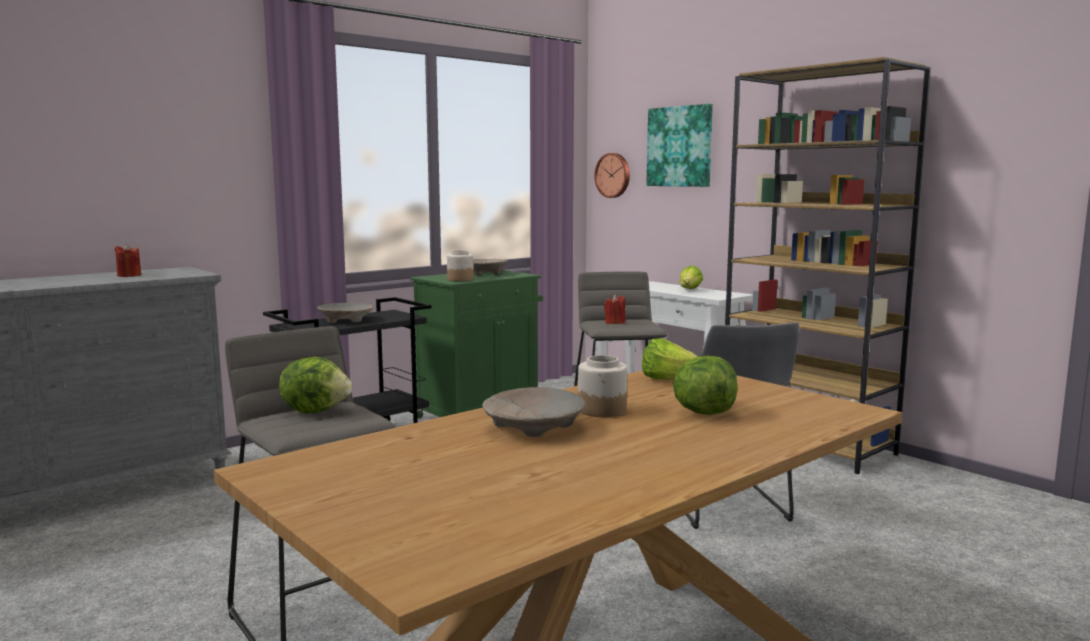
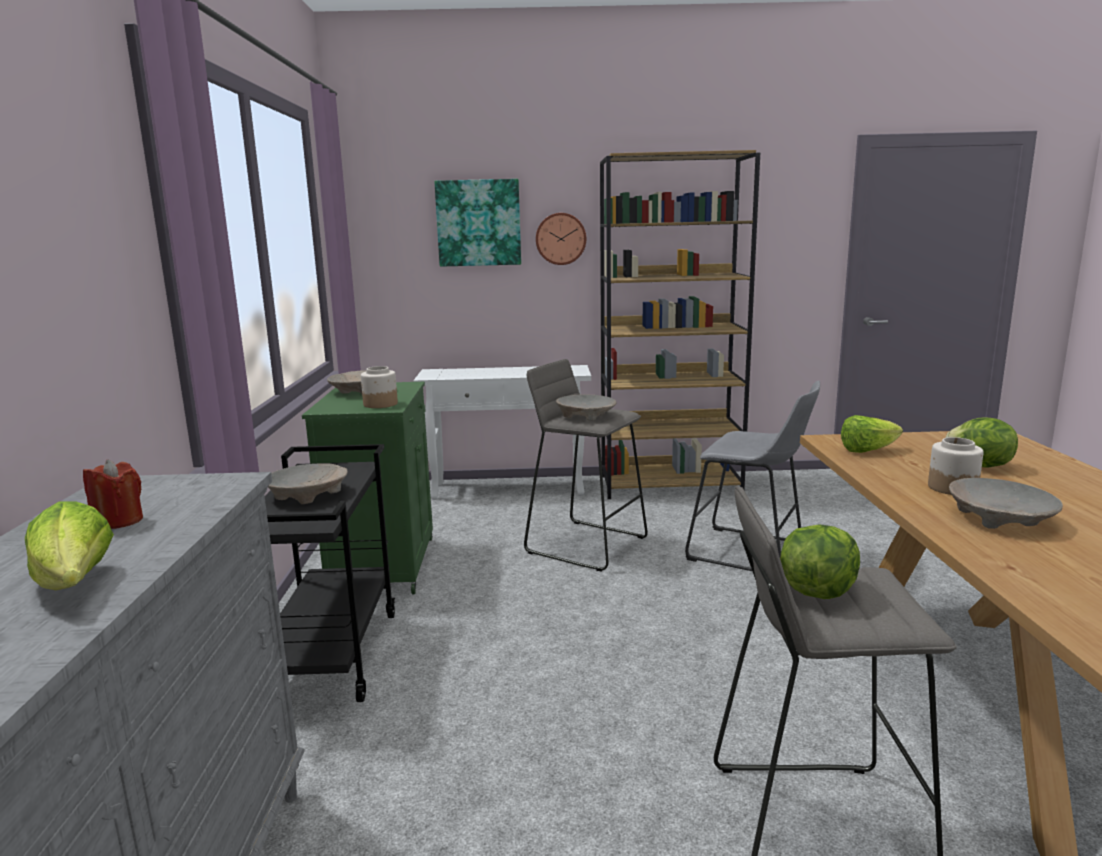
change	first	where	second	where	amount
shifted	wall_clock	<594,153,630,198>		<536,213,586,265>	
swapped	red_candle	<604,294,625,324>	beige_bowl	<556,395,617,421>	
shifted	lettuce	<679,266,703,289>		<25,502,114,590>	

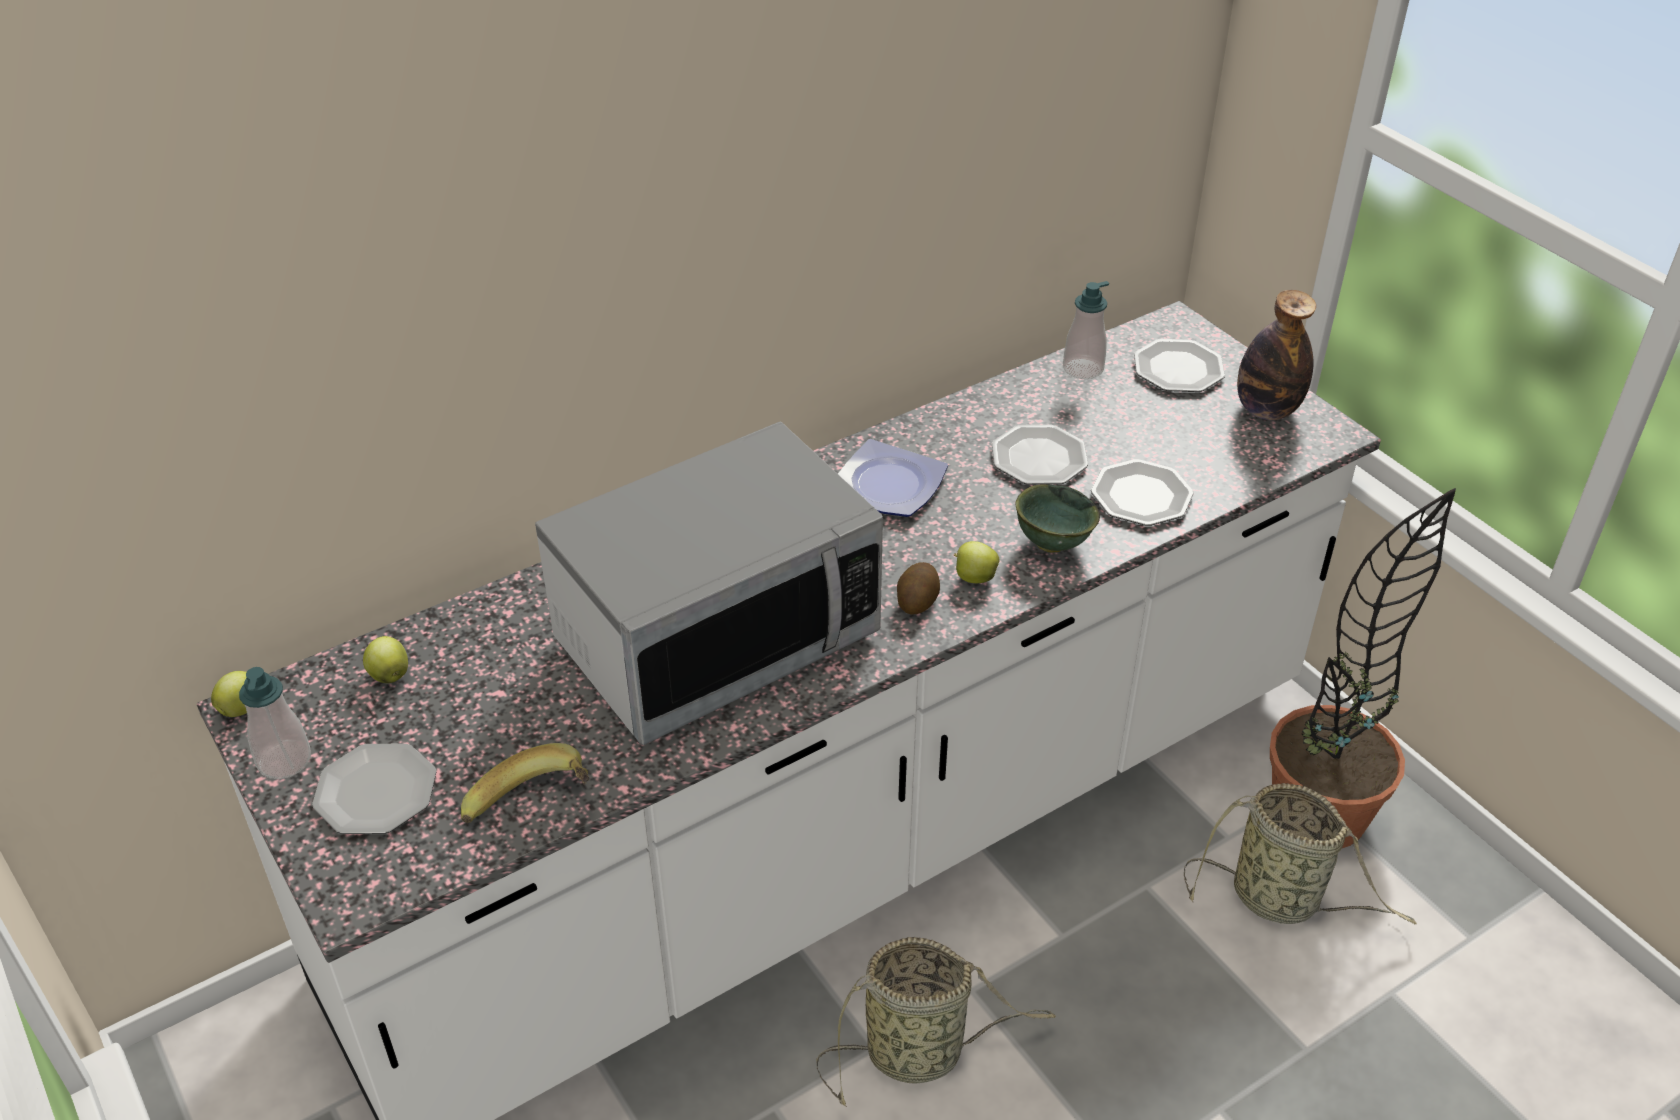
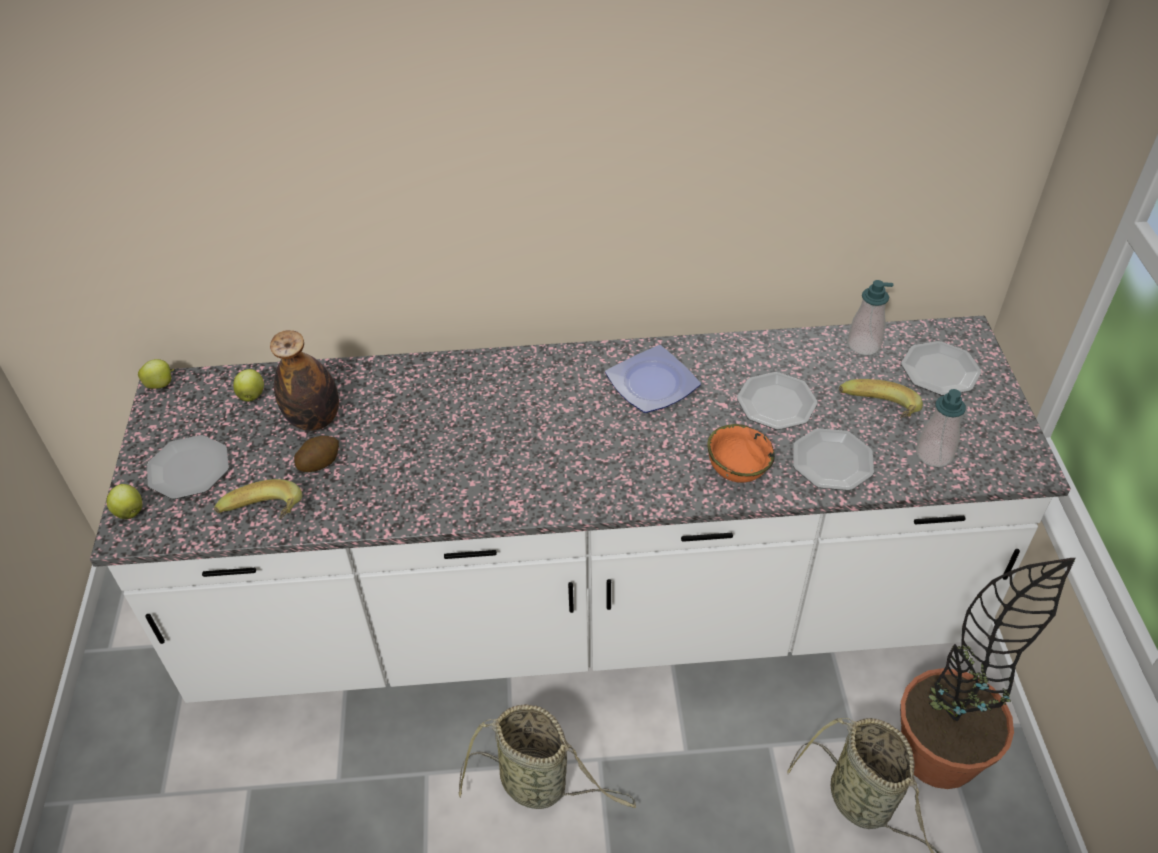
change	first	where	second	where	amount
shifted	soap_dispenser	<239,667,311,779>		<916,389,966,467>	
gone	microwave	<535,422,883,745>			
shifted	potato	<897,562,940,615>		<294,436,339,472>	
shifted	apple	<954,541,1000,583>		<107,484,142,519>	
repainted	green_bowl	<1015,484,1100,552>	orange_bowl	<707,424,775,483>	
shifted	bottle	<1237,290,1316,420>		<270,330,339,431>	
new			banana	<839,379,923,418>	

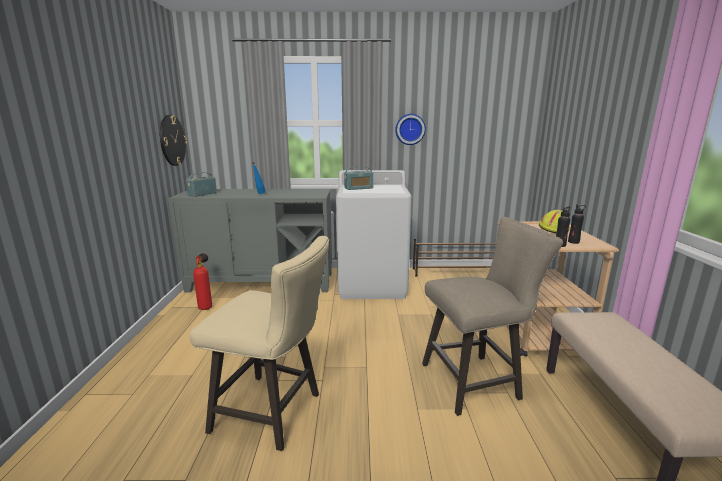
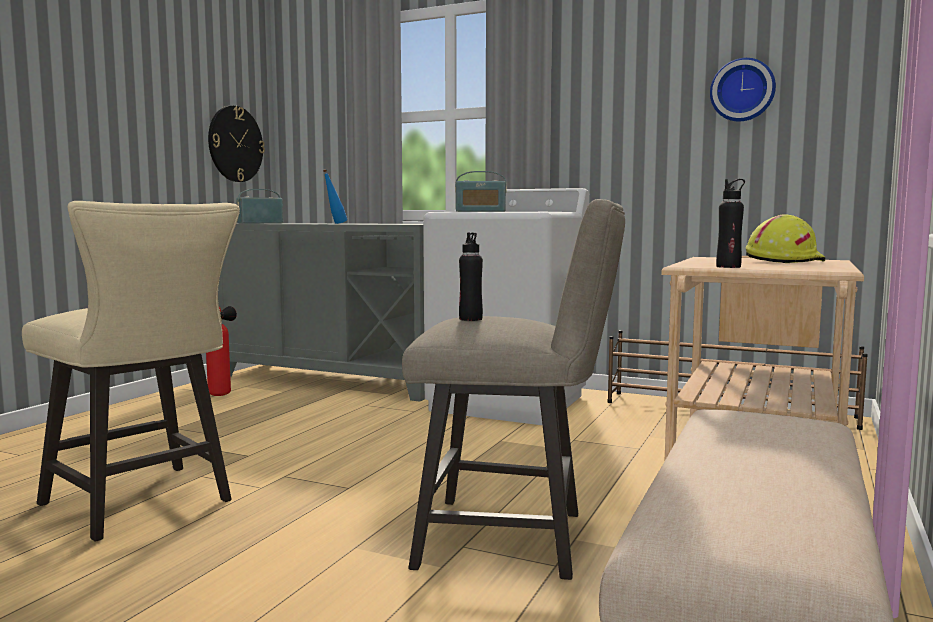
change	first	where	second	where	amount
shifted	wall_clock	<395,114,426,145>		<710,58,776,121>	
shifted	black_bottle	<568,204,586,244>		<459,232,483,321>	

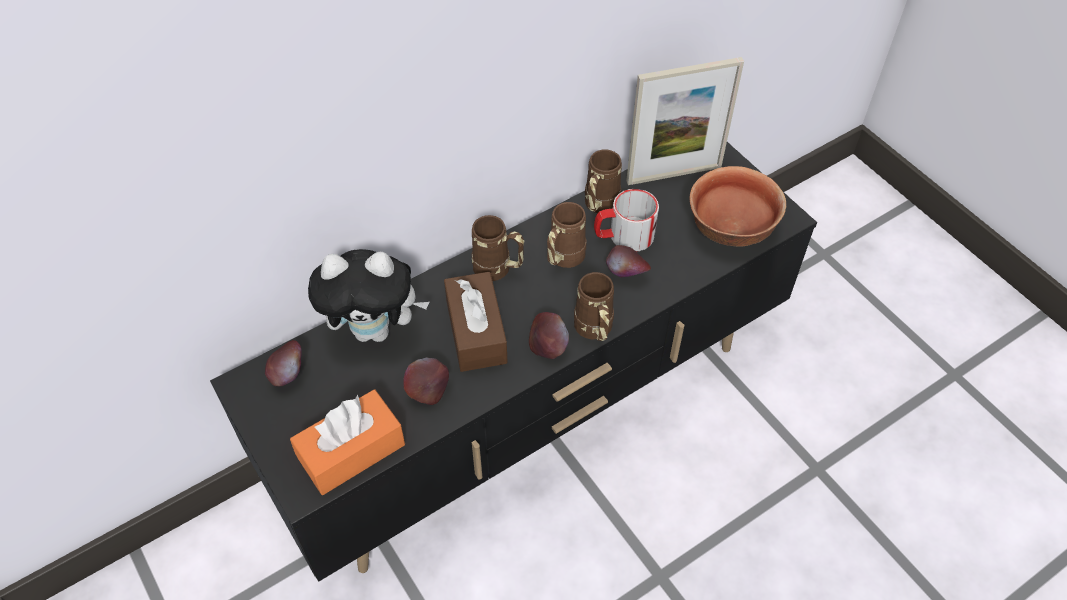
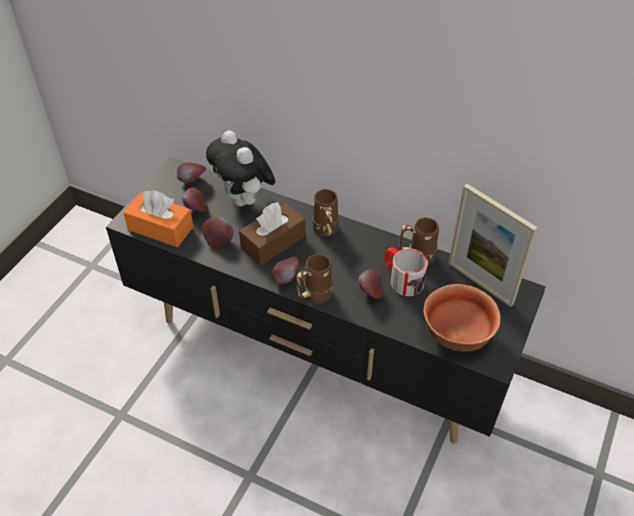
change	first	where	second	where	amount
gone	brown_mug	<547,202,586,268>			
new			apple	<182,187,209,212>	

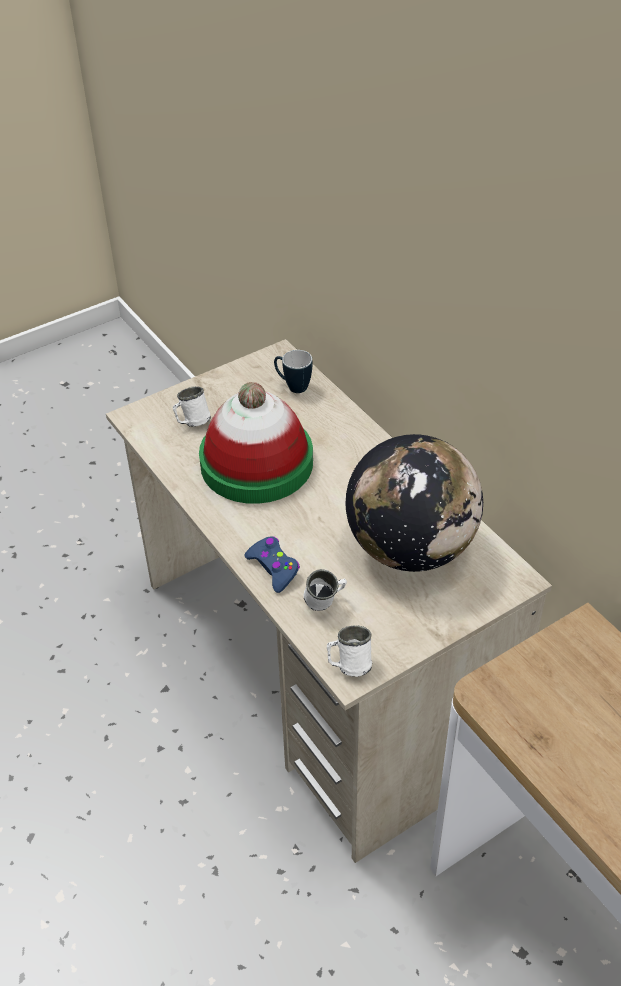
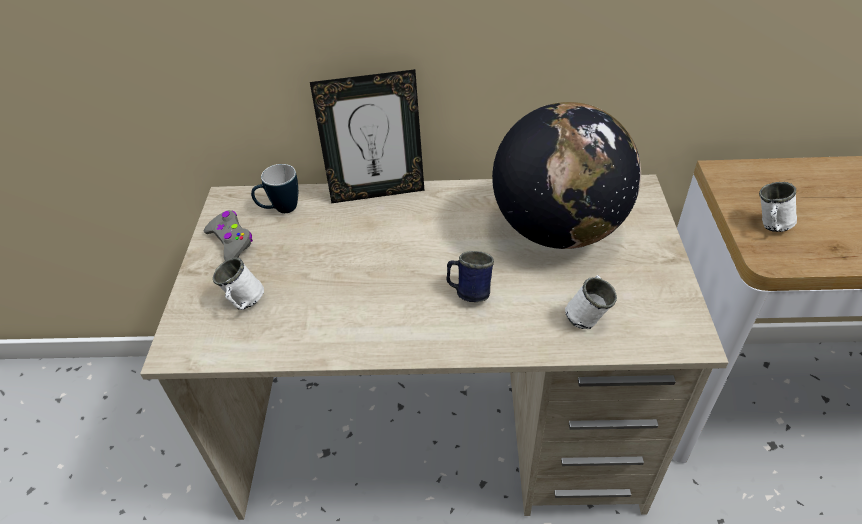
change	first	where	second	where	amount
gone	hat	<199,382,313,504>			
gone	blue_game_controller	<245,536,300,593>			
shifted	white_mug	<327,626,372,677>		<759,182,797,232>	
new			grey_game_controller	<204,210,253,261>	
new			picture_frame	<310,69,425,203>	
new			blue_mug	<446,251,494,302>	

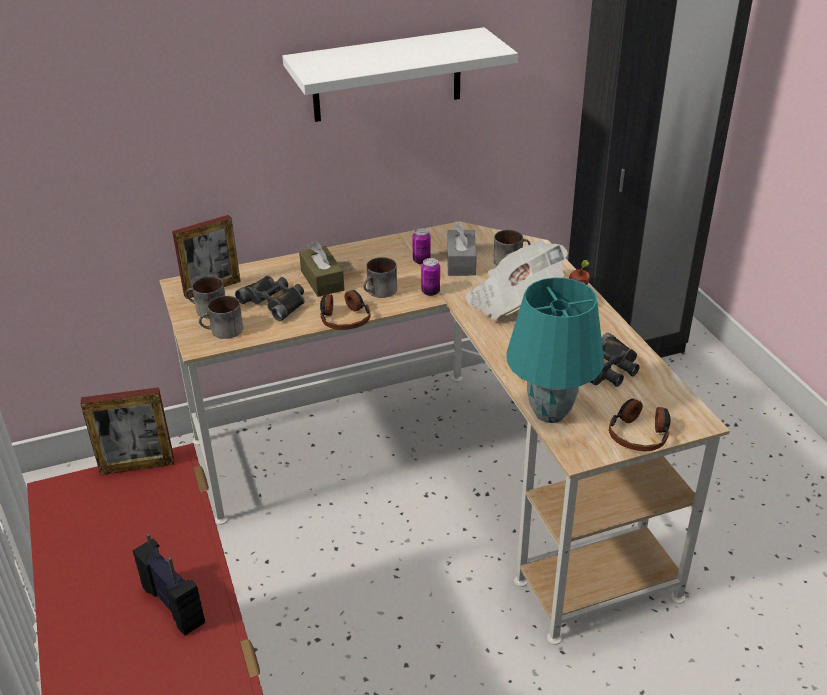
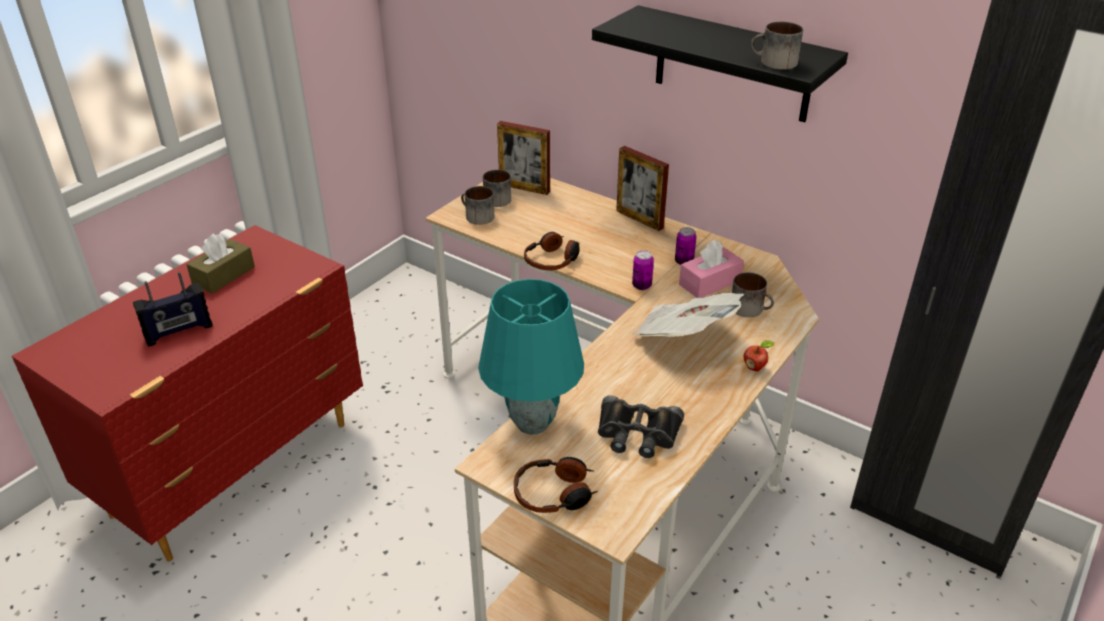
change	first	where	second	where	amount
shifted	picture_frame	<80,387,174,475>		<616,146,669,231>	
rotated	radio	<133,534,205,635>		<133,272,213,347>	45 degrees clockwise
gone	black_binoculars	<235,275,305,321>			
repainted	white_shelf	<282,27,518,122>	black_shelf	<592,5,848,122>	
shifted	brown_tissue_box	<299,241,344,297>		<187,234,255,294>	
shifted	mug	<363,257,397,298>		<751,22,803,70>	
repainted	grey_tissue_box	<447,223,476,276>	pink_tissue_box	<679,240,744,298>	

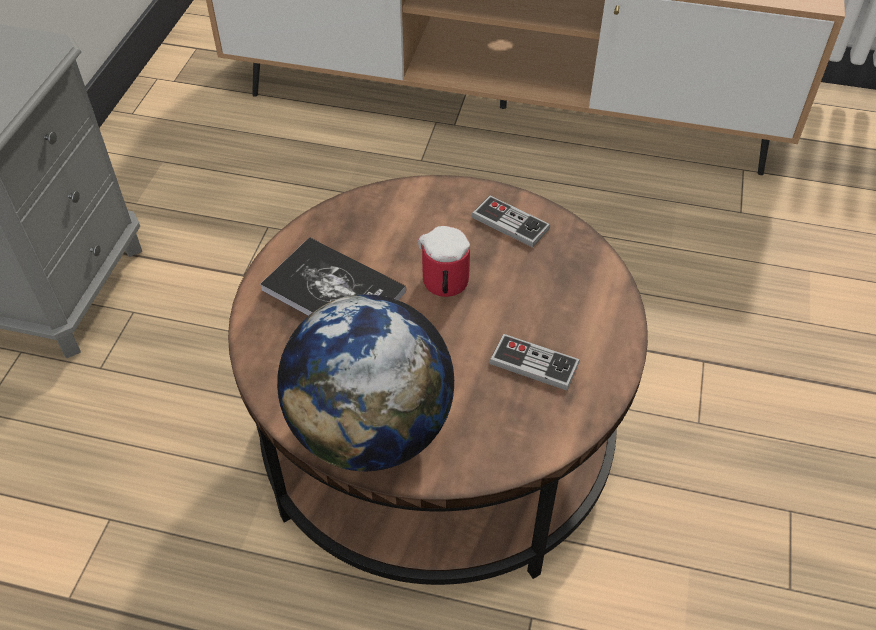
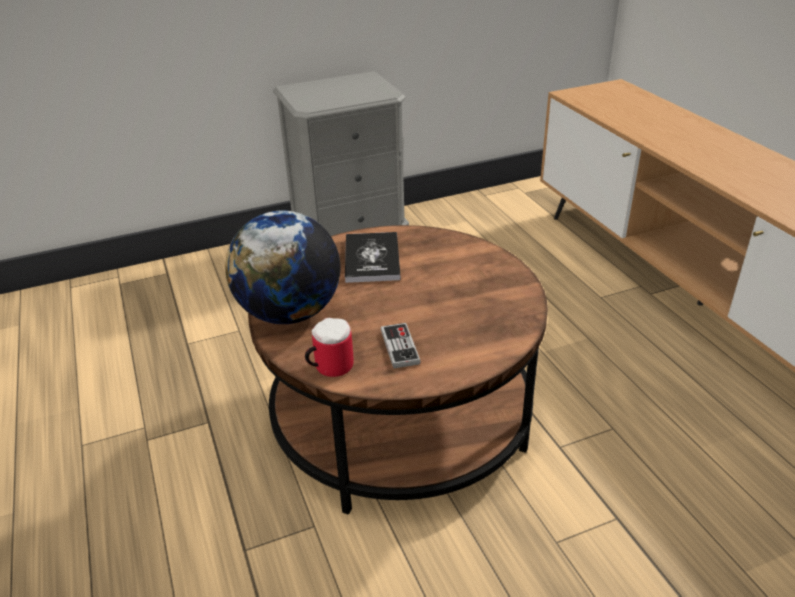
change	first	where	second	where	amount
shifted	mug	<418,226,470,297>		<305,317,353,377>	
gone	game_controller	<472,196,550,248>			

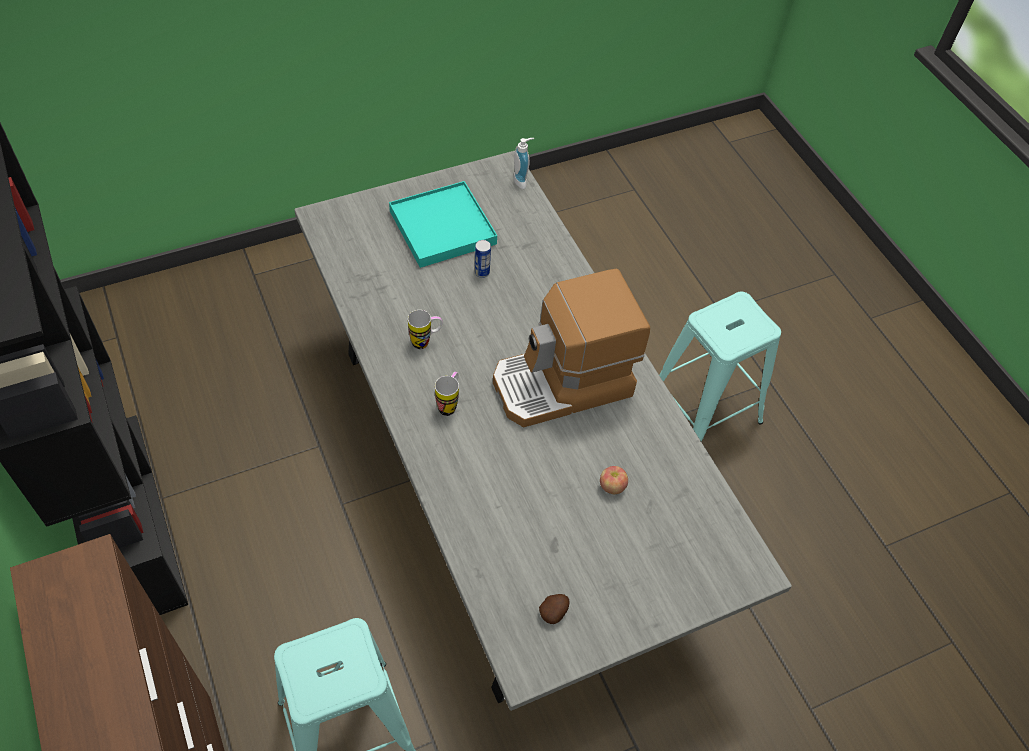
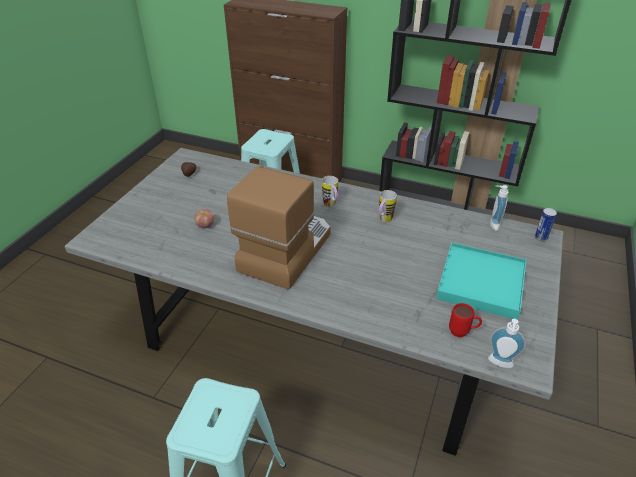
change	first	where	second	where	amount
shifted	can	<475,240,491,278>		<535,208,557,241>	
new			red_mug	<449,303,482,337>	
new			soap_dispenser	<490,185,508,231>	

